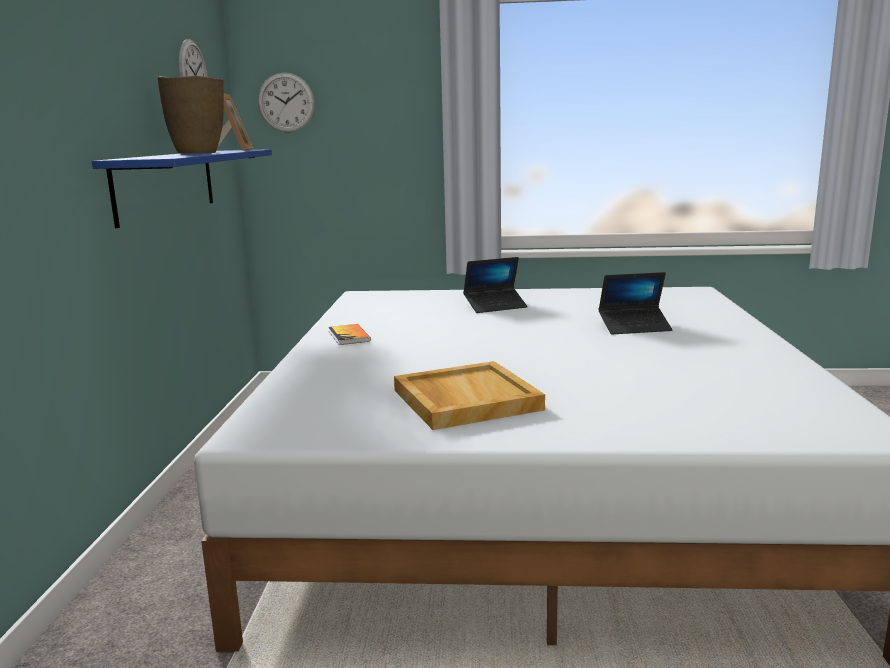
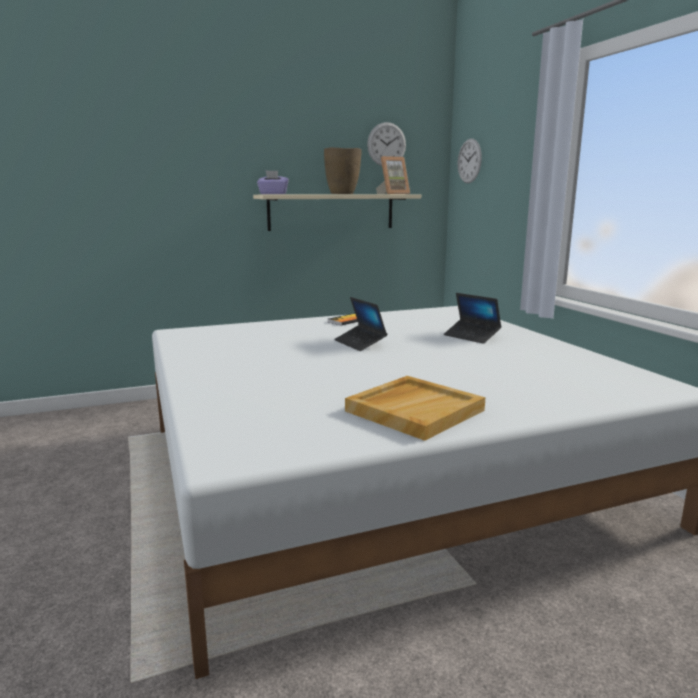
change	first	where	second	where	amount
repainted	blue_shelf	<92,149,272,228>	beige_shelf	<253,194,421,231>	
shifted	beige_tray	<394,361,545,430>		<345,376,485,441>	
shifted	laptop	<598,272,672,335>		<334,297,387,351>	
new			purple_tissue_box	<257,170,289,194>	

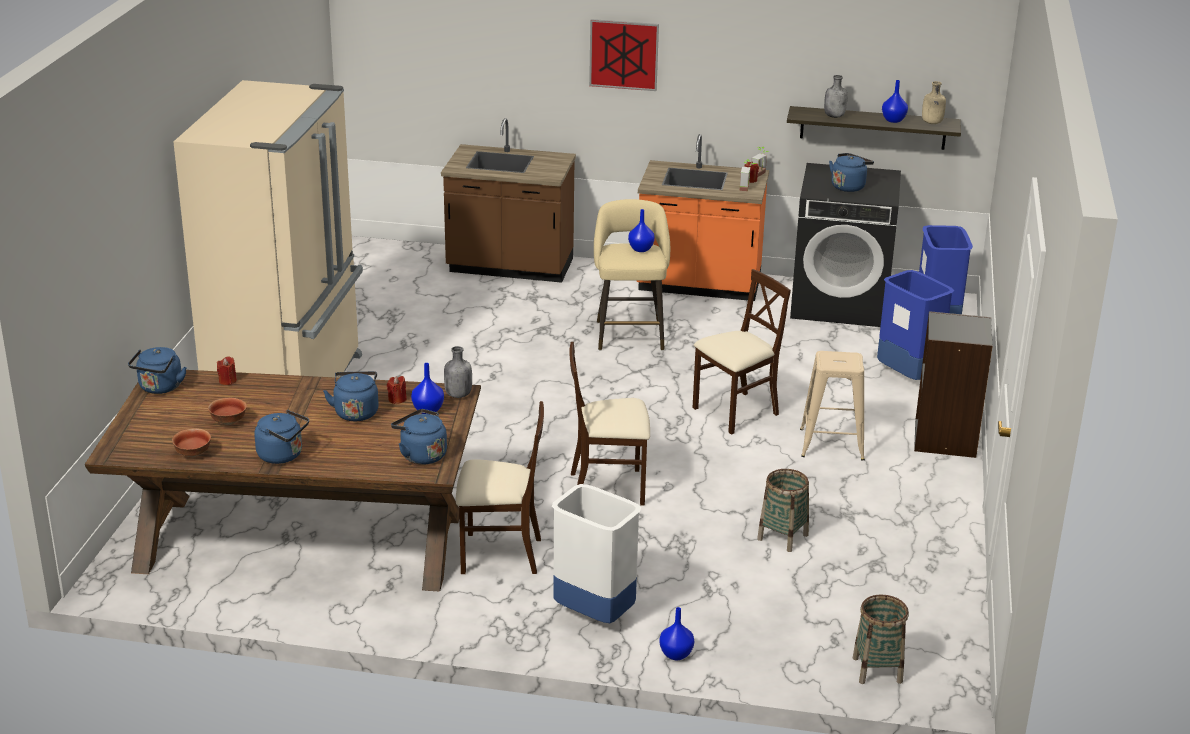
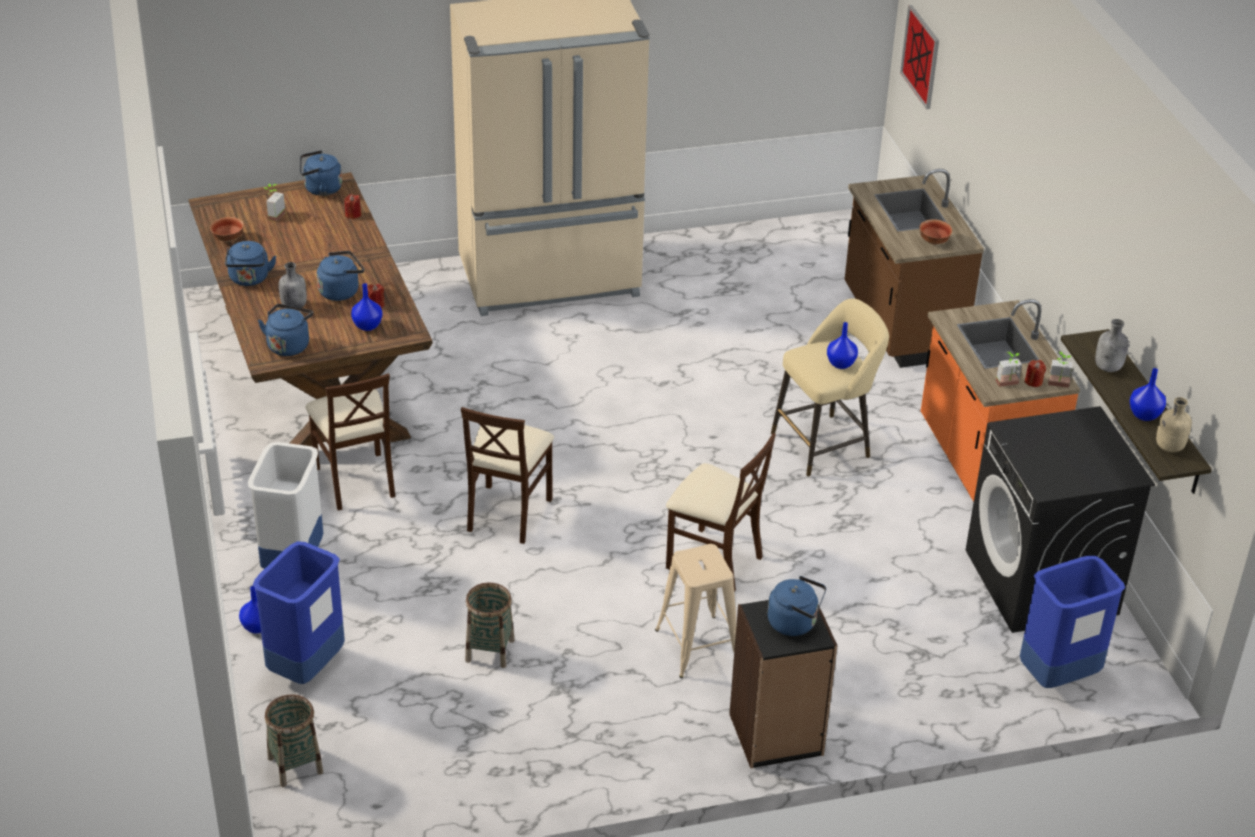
change	first	where	second	where	amount
shifted	bowl	<208,398,247,425>		<919,219,952,245>	
shifted	grey_bottle	<444,346,472,398>		<279,262,307,308>	
rotated	beige_chair	<569,342,650,506>		<461,407,554,544>	135 degrees counterclockwise
shifted	picture	<589,19,659,91>		<900,5,939,109>	
shifted	blue_kettle	<829,153,874,192>		<768,576,826,636>	
shifted	blue_trash_can	<877,270,954,380>		<253,541,345,684>	
new			potted_plant	<264,184,285,222>	

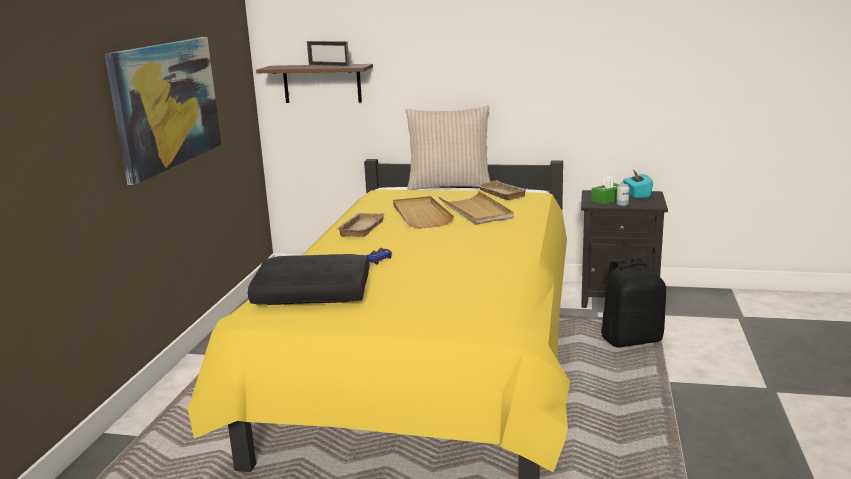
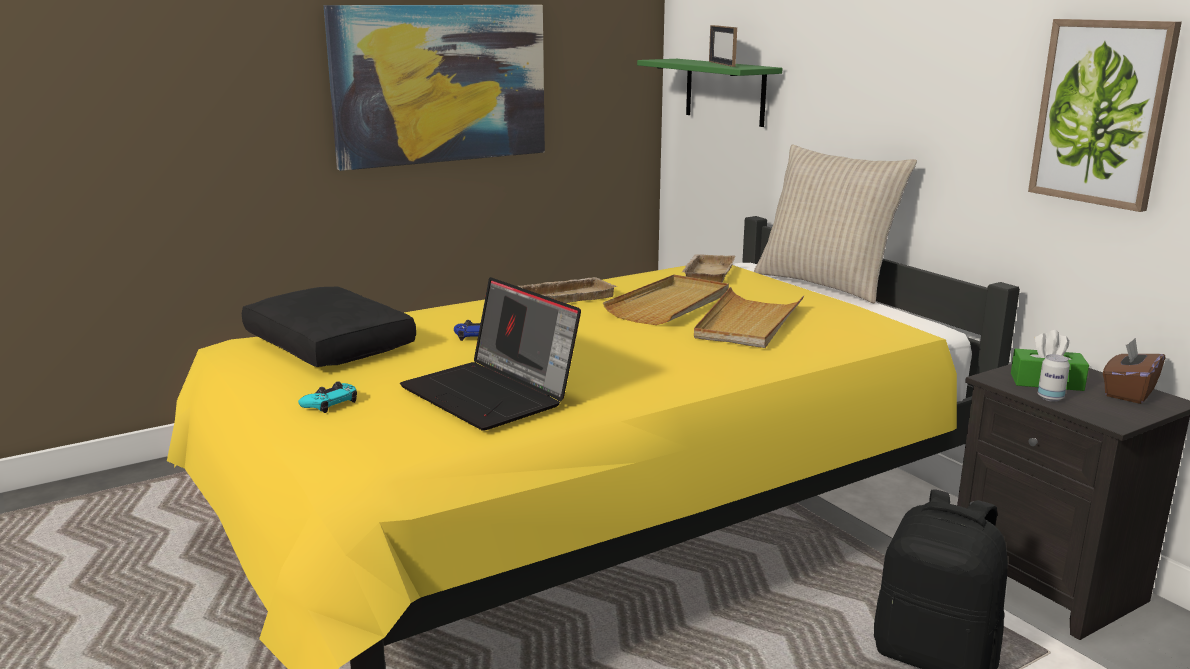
change	first	where	second	where	amount
repainted	brown_shelf	<256,64,373,103>	green_shelf	<637,59,783,127>	
shifted	beige_tray	<476,180,527,200>		<682,254,735,283>	
repainted	turquoise_tissue_box	<623,170,653,198>	brown_tissue_box	<1103,338,1165,404>	
new			turquoise_game_controller	<298,381,357,413>	
new			laptop	<400,277,581,431>	
new			picture	<1028,19,1182,212>	

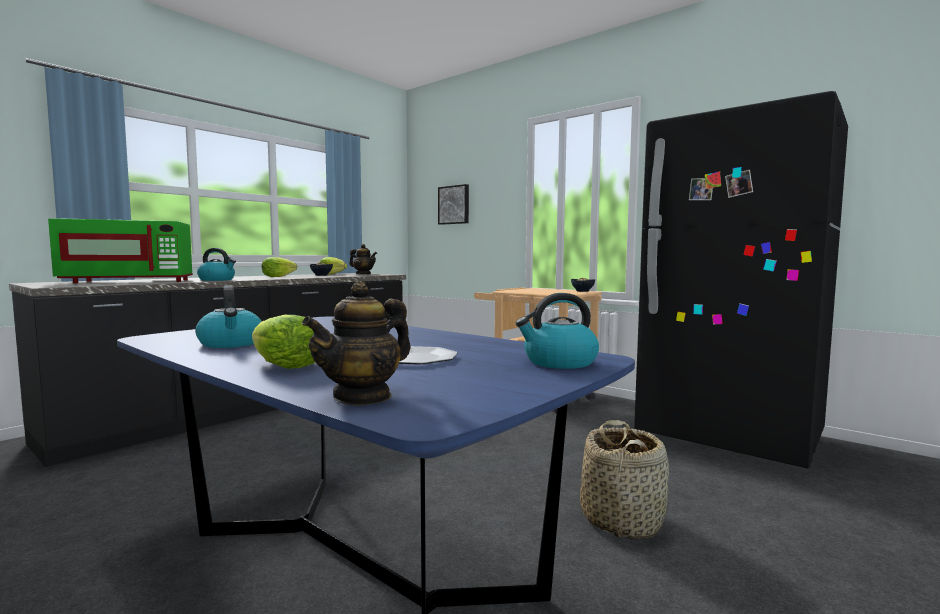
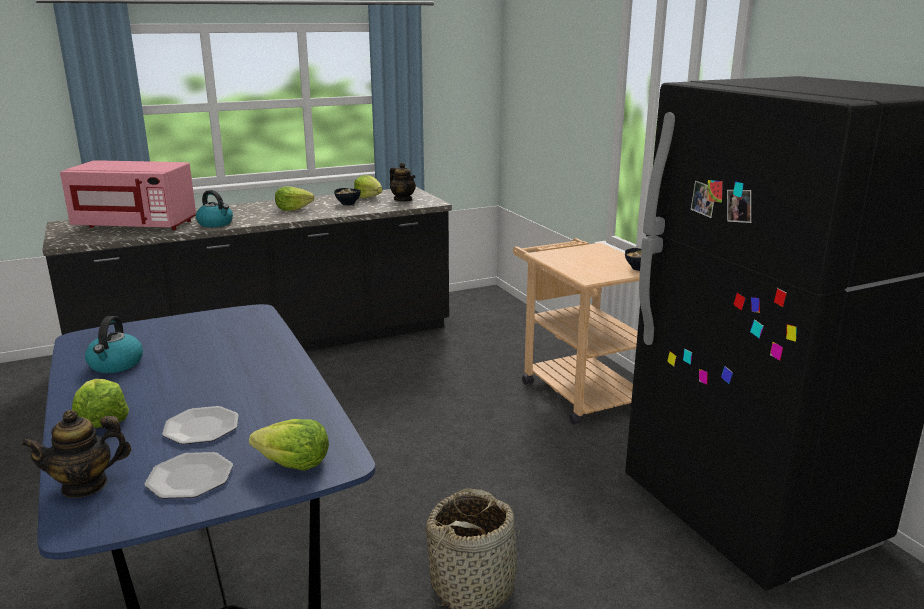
change	first	where	second	where	amount
repainted	green_microwave	<48,218,193,283>	pink_microwave	<60,160,196,230>	
gone	picture	<438,184,469,225>			
swapped	kettle	<516,293,599,369>	lettuce	<249,419,329,471>	
new			plate	<144,452,233,499>	

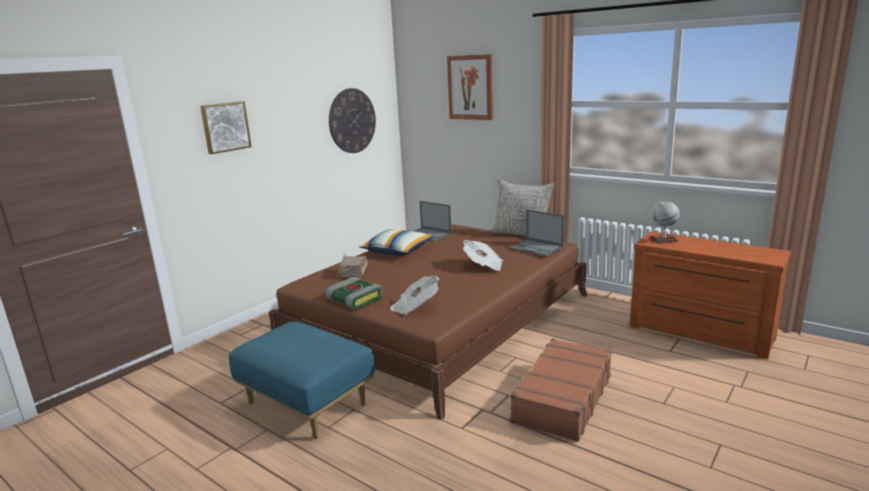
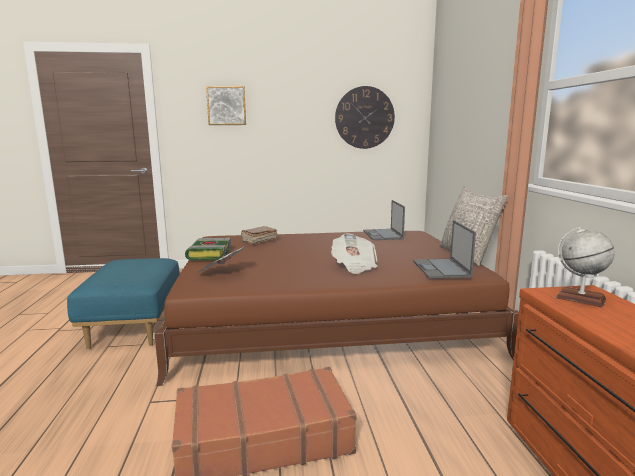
change	first	where	second	where	amount
gone	pillow	<359,229,434,255>			
gone	picture	<447,54,493,120>			

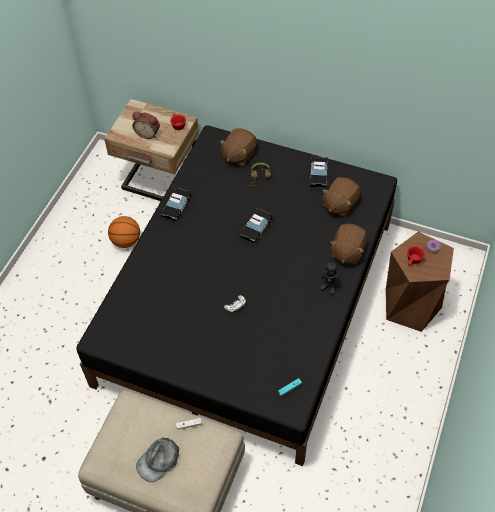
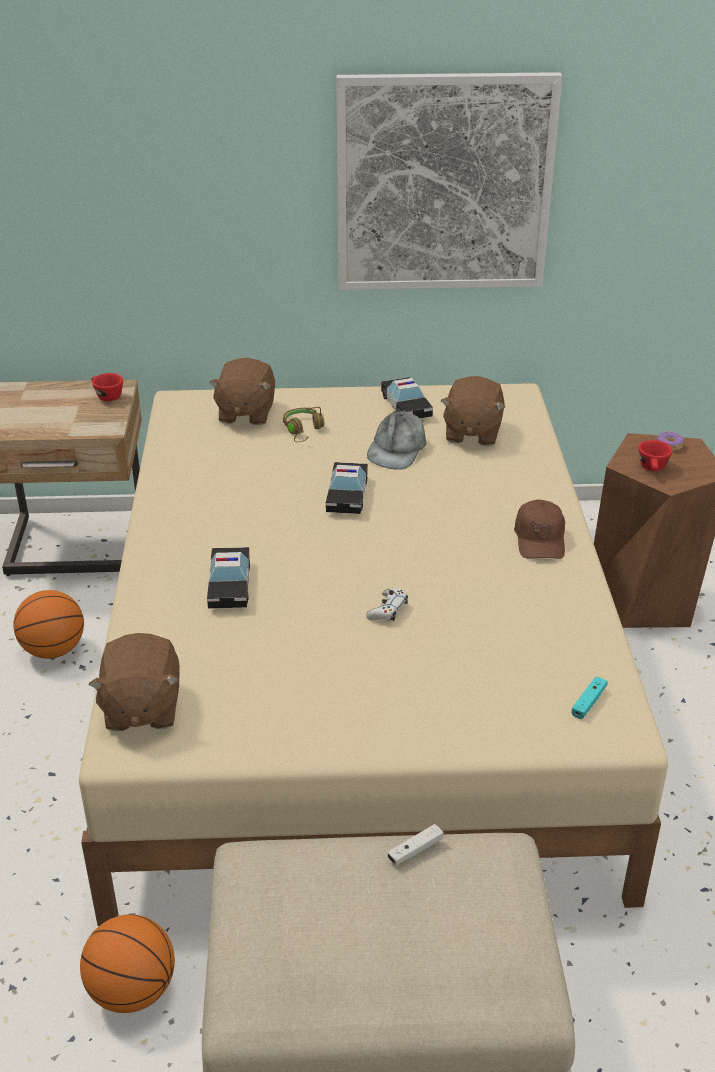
change	first	where	second	where	amount
repainted	black_bed	<76,125,397,466>	beige_bed	<79,383,668,926>	
gone	alarm_clock	<133,112,160,139>			
shifted	grey_cap	<136,438,179,483>		<367,410,426,470>	
shifted	toy_car	<161,187,191,222>		<207,547,250,608>	
swapped	toy_robot	<320,261,339,295>	brown_cap	<514,500,565,559>	
shifted	brown_plush_toy	<330,224,367,264>		<88,633,180,731>	
new			basketball	<80,914,175,1013>	
new			picture	<336,72,562,290>	

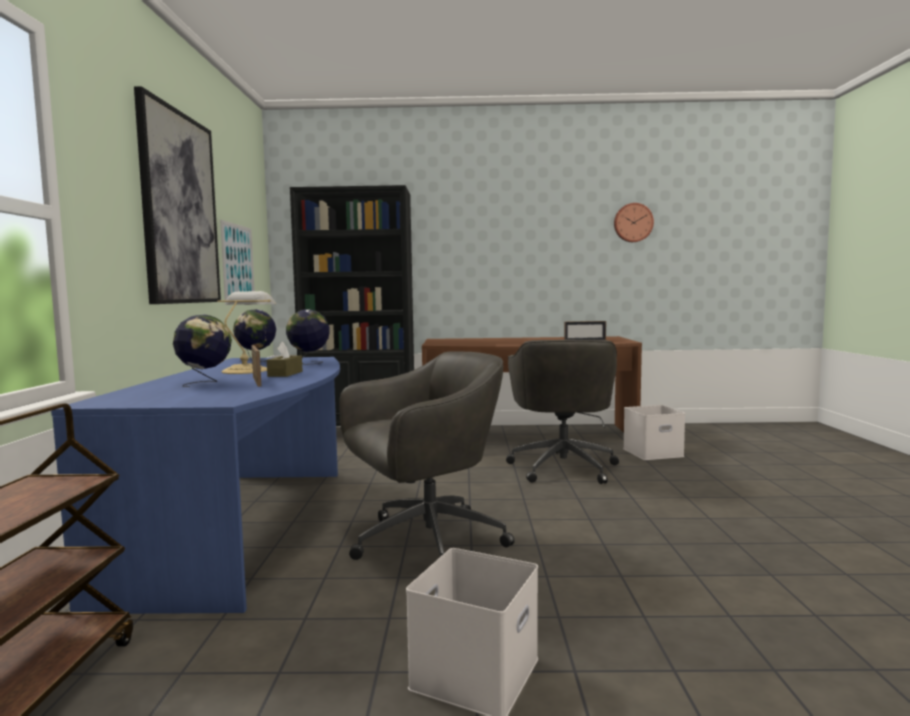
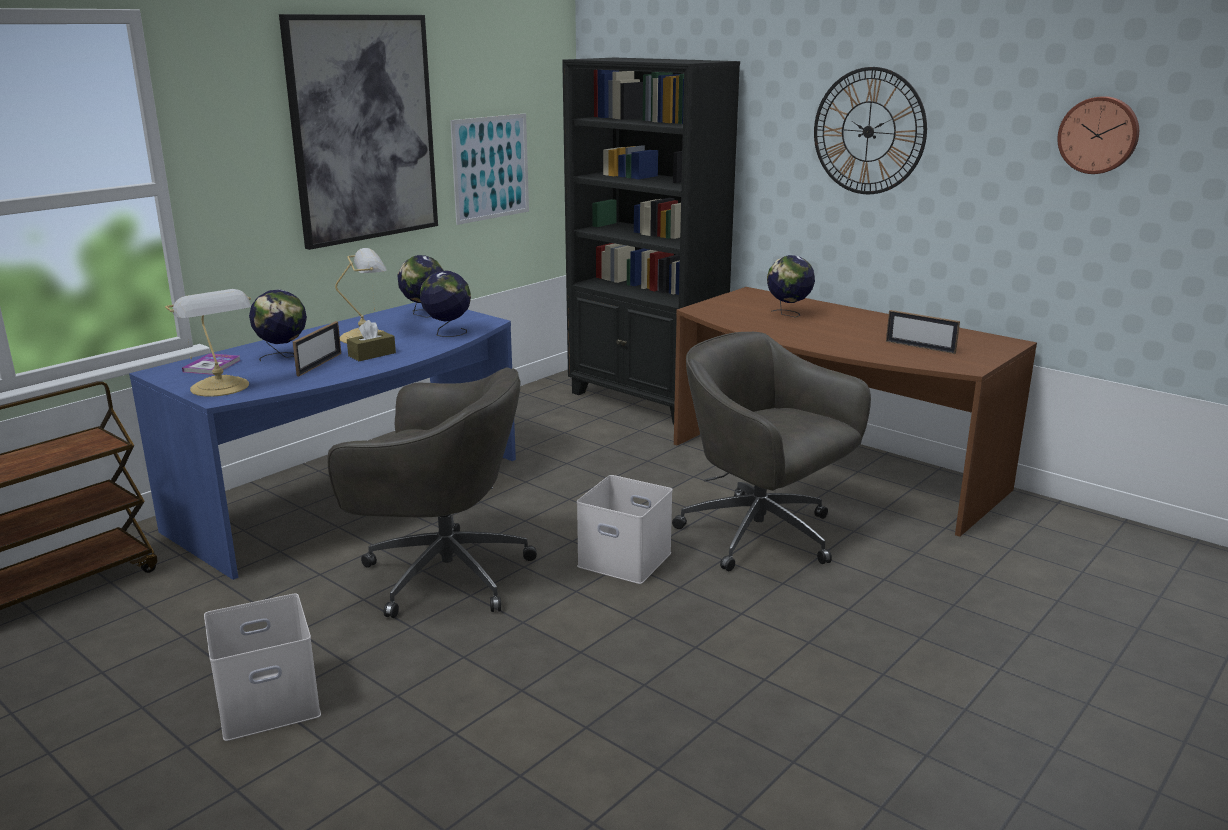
change	first	where	second	where	amount
rotated	grey_office_chair	<506,340,619,484>		<672,332,871,571>	90 degrees clockwise
shifted	white_storage_box	<623,405,685,460>		<577,475,673,584>	
new			table_lamp	<165,289,251,397>	
new			book	<182,353,240,375>	
new			globe	<767,255,815,318>	
new			wall_clock	<814,67,927,194>	

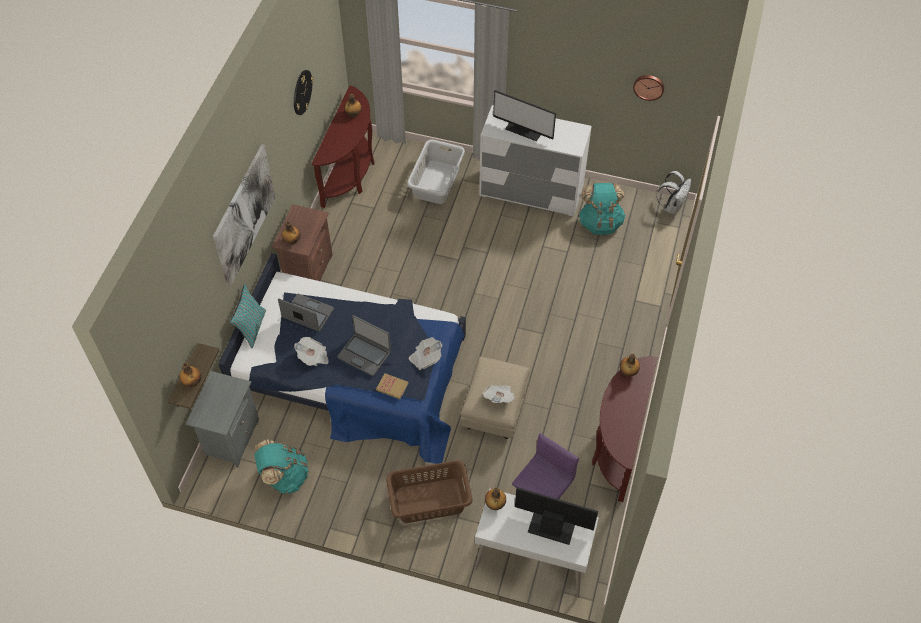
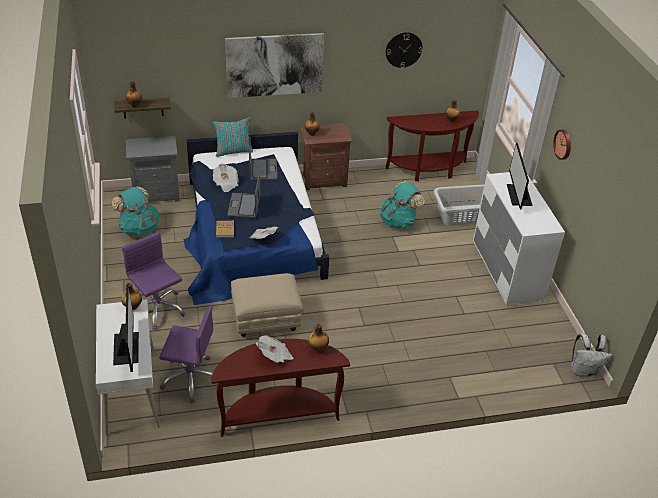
change	first	where	second	where	amount
swapped	brown_laundry_basket	<386,460,472,523>	purple_office_chair	<122,232,186,330>	
shifted	newspaper	<483,385,515,403>		<256,335,293,363>	
shifted	turquoise_backpack	<579,183,626,235>		<380,181,425,229>	
shifted	wall_clock	<633,75,664,101>		<553,130,571,160>	

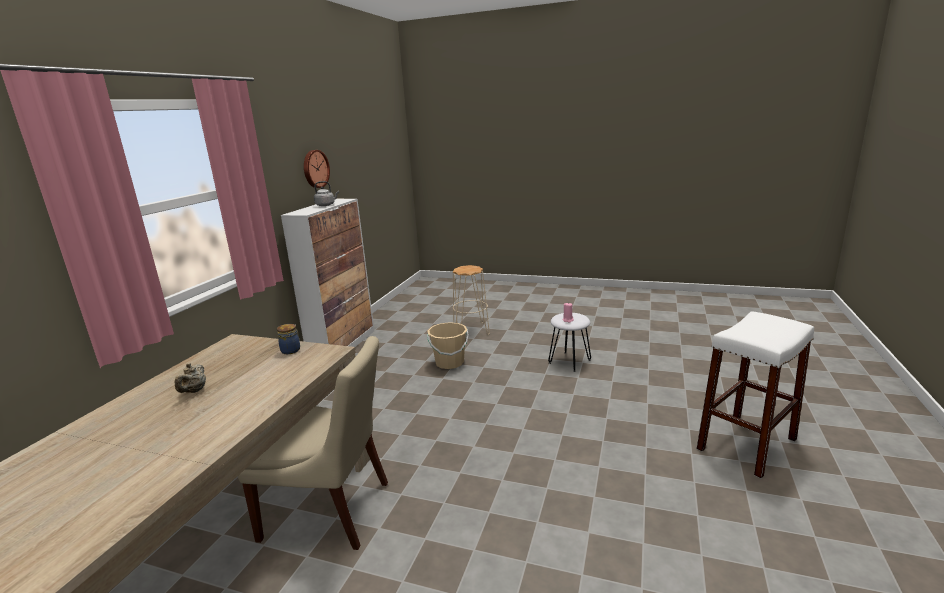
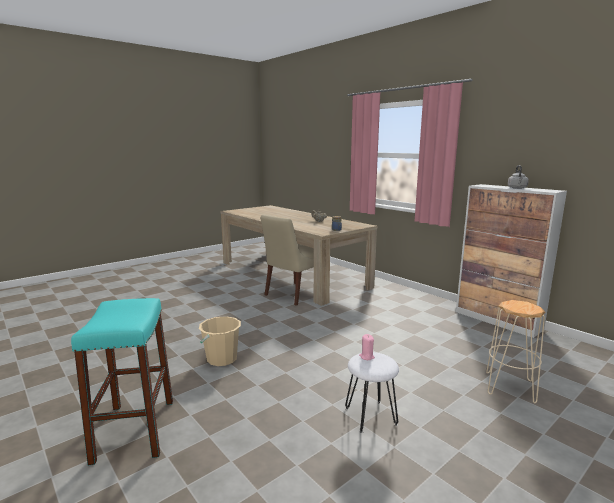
change	first	where	second	where	amount
gone	wall_clock	<304,150,330,188>			
shifted	beige_bucket	<427,322,469,369>		<199,316,241,366>	
repainted	white_stool	<696,311,814,478>	turquoise_stool	<71,298,173,465>	

